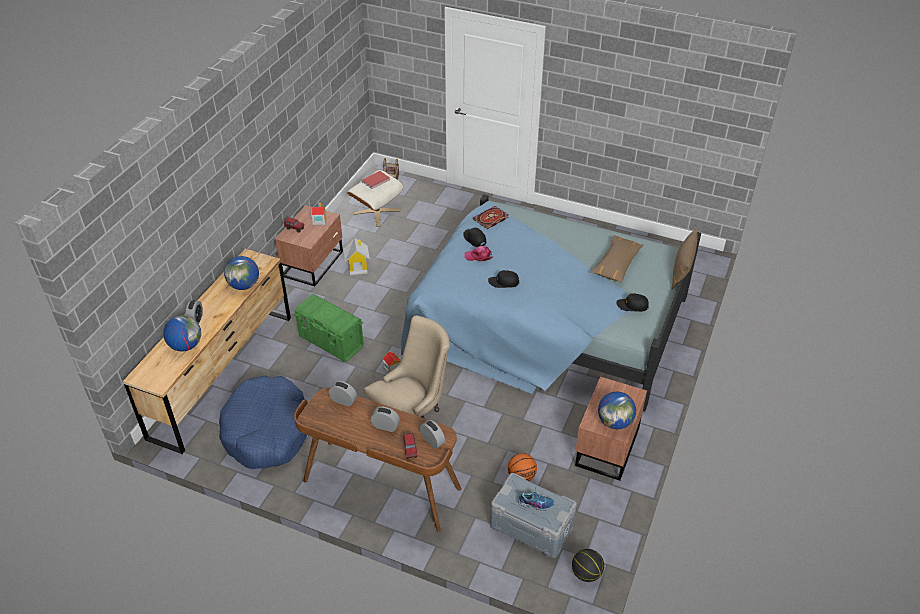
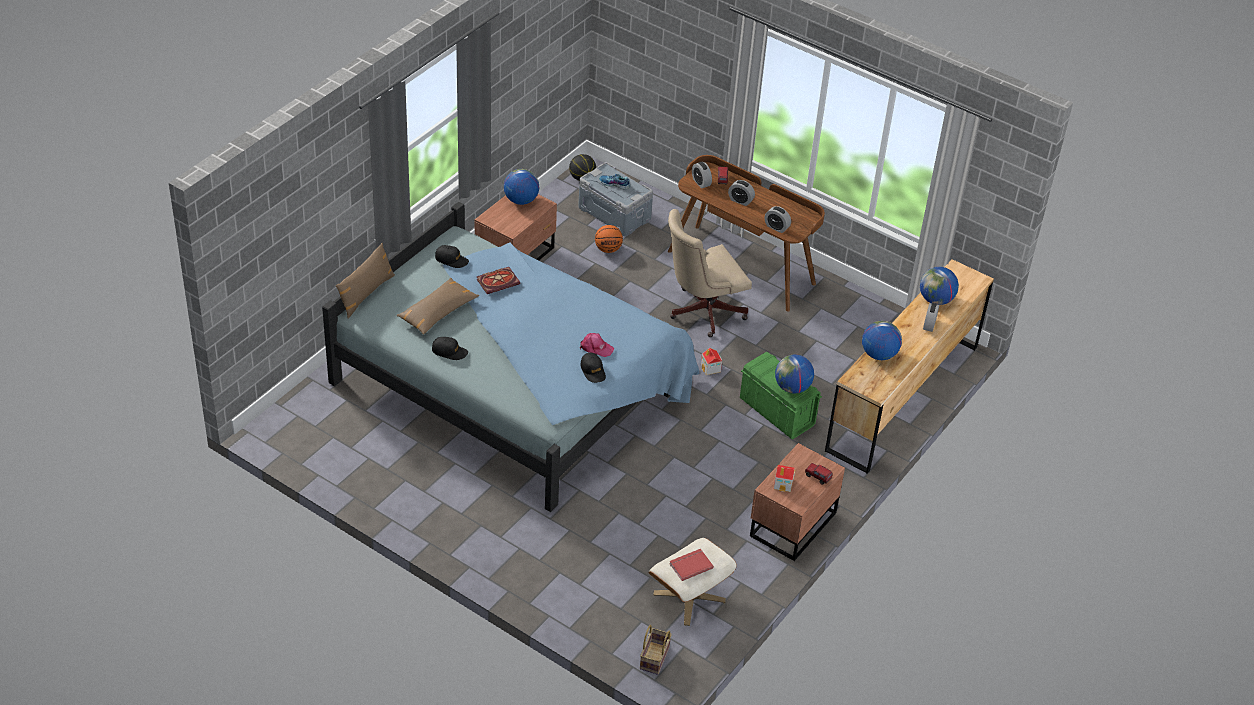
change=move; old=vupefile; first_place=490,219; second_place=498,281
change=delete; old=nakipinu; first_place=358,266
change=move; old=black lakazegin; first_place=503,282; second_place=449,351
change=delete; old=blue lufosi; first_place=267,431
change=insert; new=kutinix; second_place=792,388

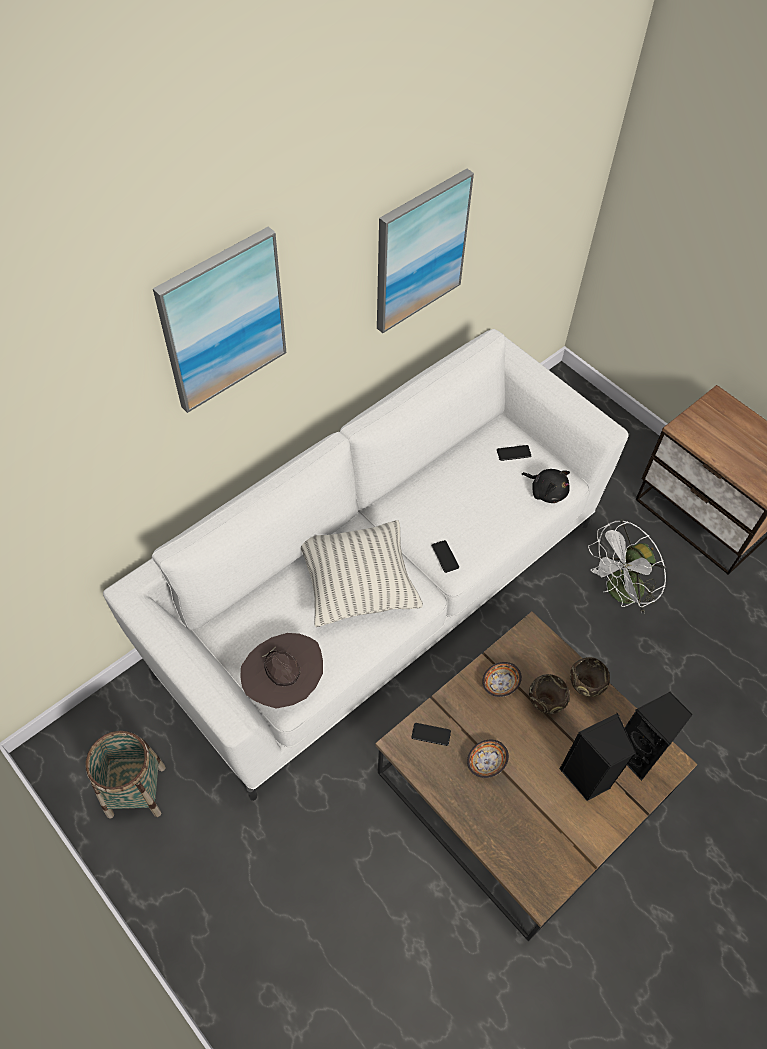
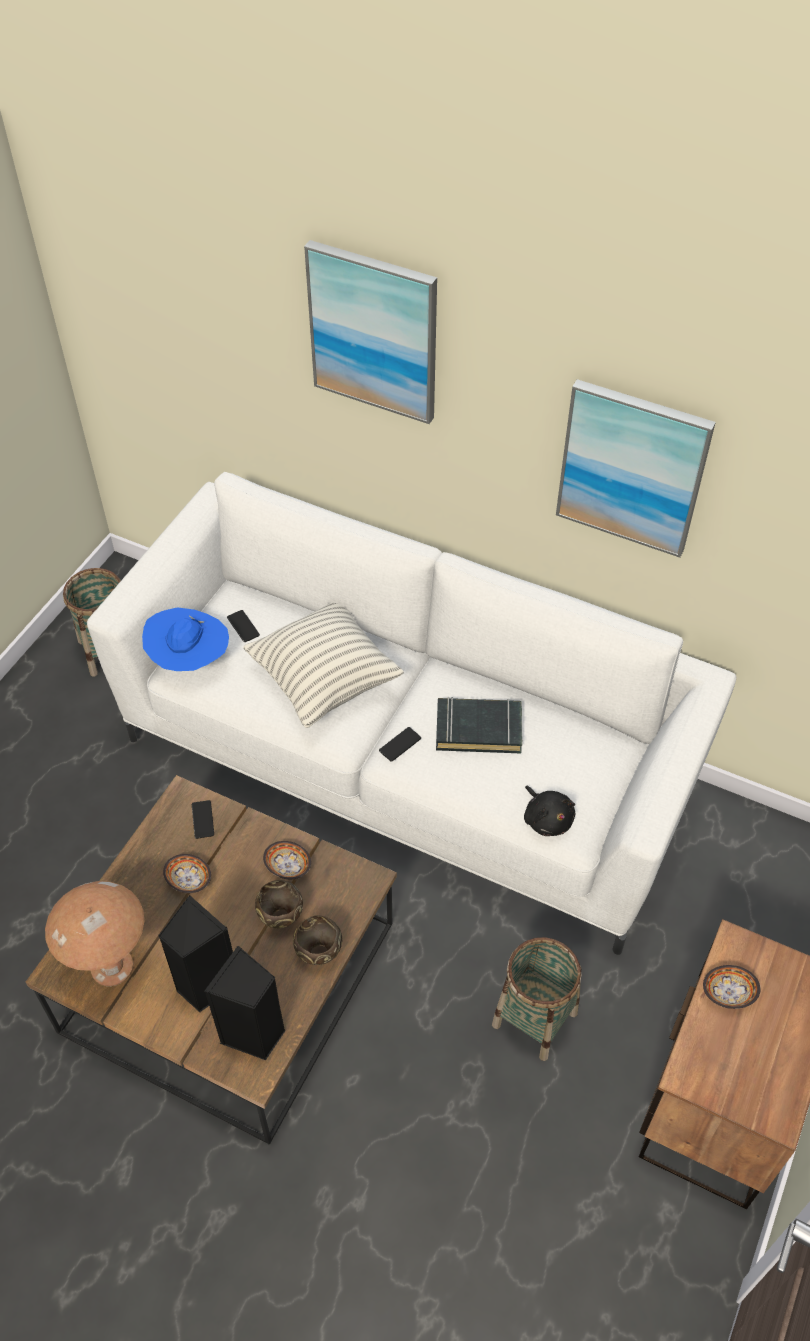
change=move; old=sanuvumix; first_place=513,453; second_place=243,626
change=rotate; old=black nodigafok; first_place=546,491; second_place=547,819; degrees=-45
change=replace; old=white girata; new=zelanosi; first_place=619,593; second_place=534,1019
change=recolor; old=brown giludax; new=blue giludax; first_place=284,683; second_place=190,660
change=insert; new=black vupefile; second_place=478,729
change=insert; new=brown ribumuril; second_place=112,967
change=insert; new=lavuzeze; second_place=729,994

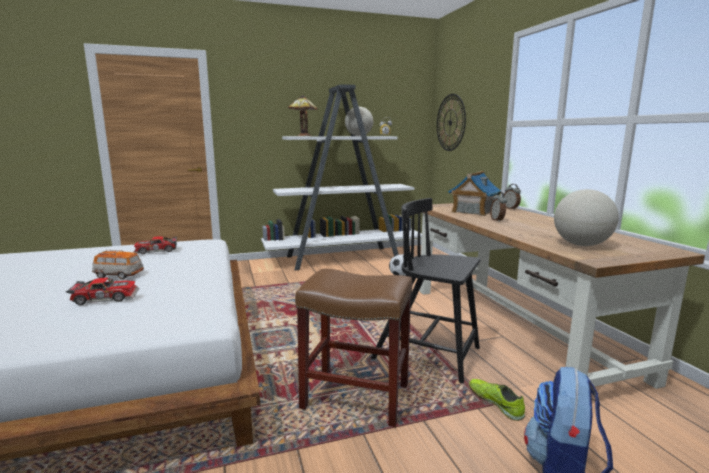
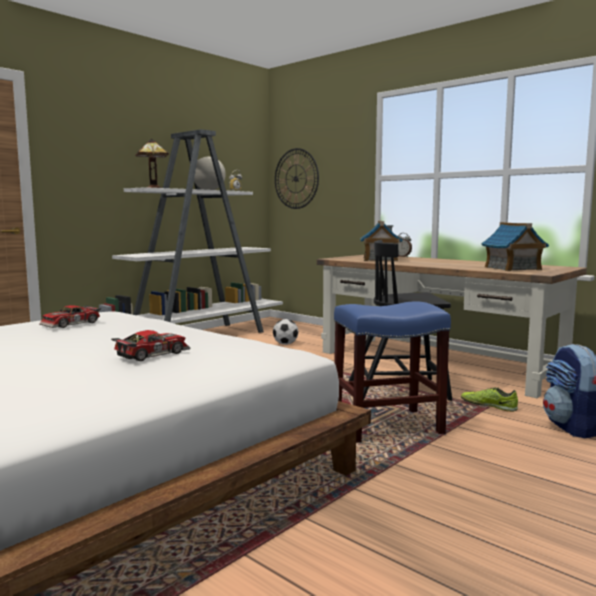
change=replace; old=kutinix; new=nakipinu; first_place=581,245; second_place=512,268
change=delete; old=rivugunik; first_place=497,220
change=delete; old=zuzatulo; first_place=119,275
change=recolor; old=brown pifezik; new=blue pifezik; first_place=354,397; second_place=386,426

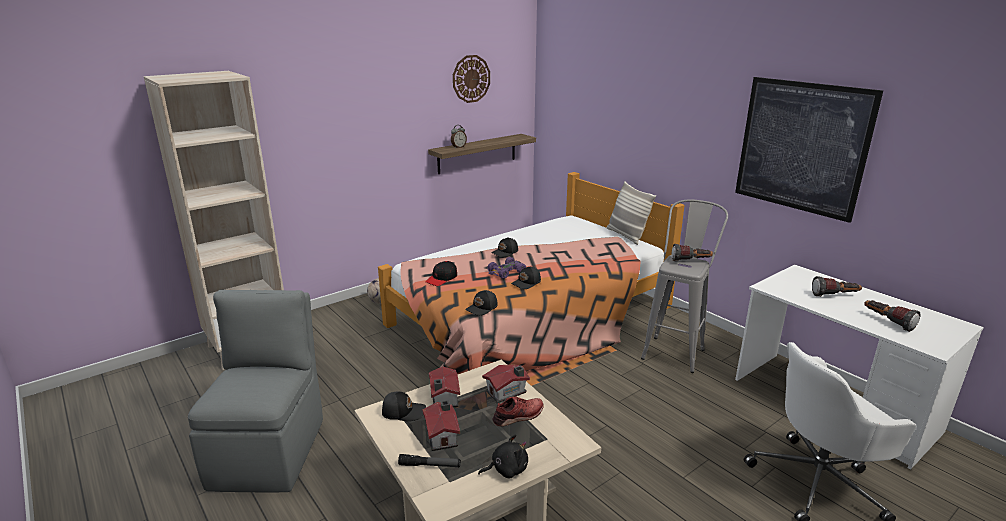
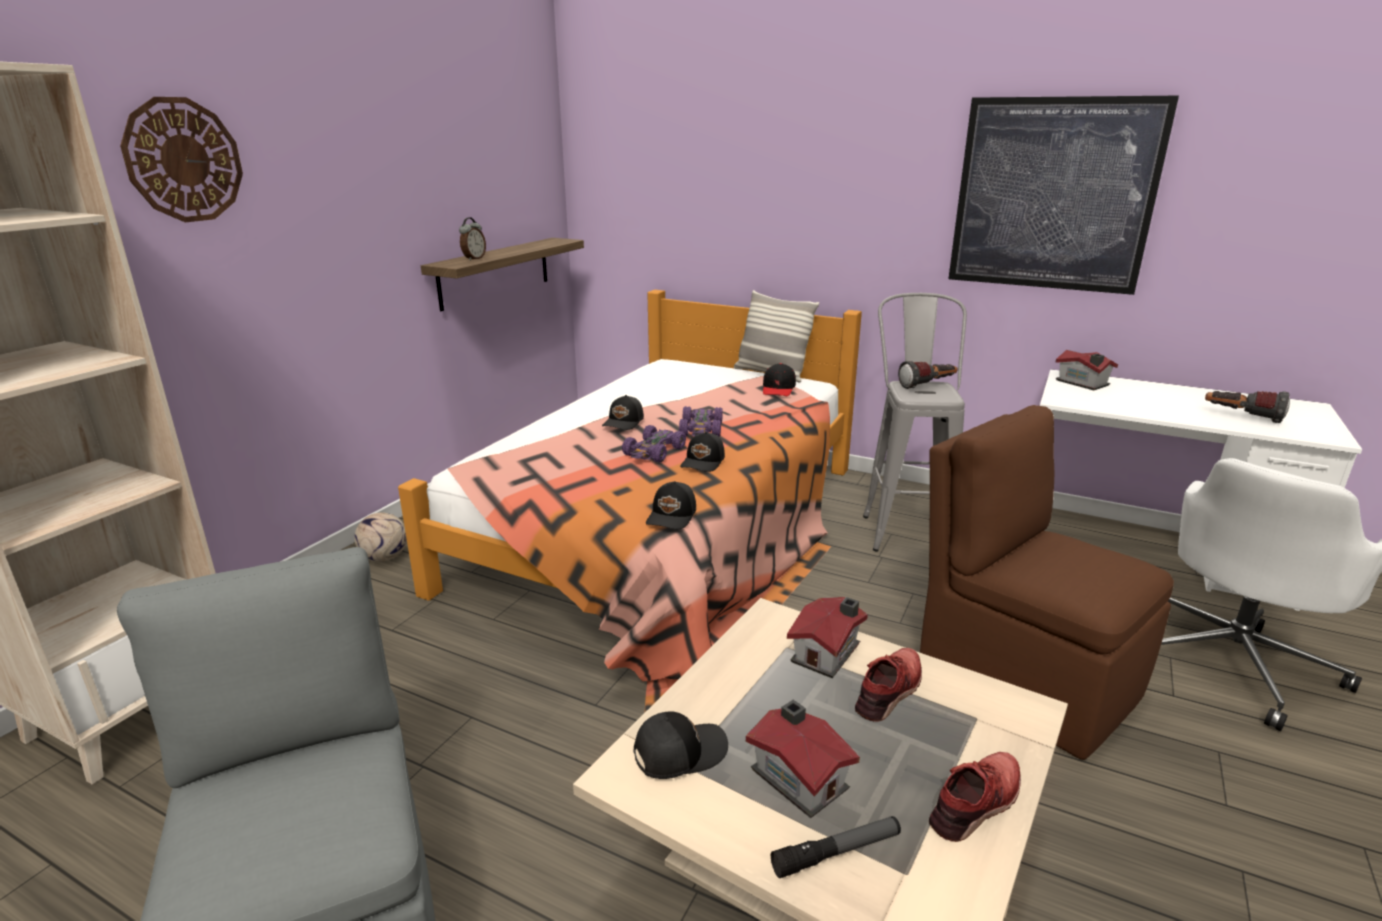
change=move; old=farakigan; first_place=471,79; second_place=183,160
change=move; old=black lakazegin; first_place=442,278; second_place=778,388
change=delete; old=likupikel; first_place=835,296
change=move; old=nakipinu; first_place=443,398; second_place=1082,383
change=replace; old=black nodigafok; new=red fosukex; first_place=507,469; second_place=976,804
change=insert; new=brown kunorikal; second_place=1022,678
change=insert; new=purple zuzatulo; second_place=701,430

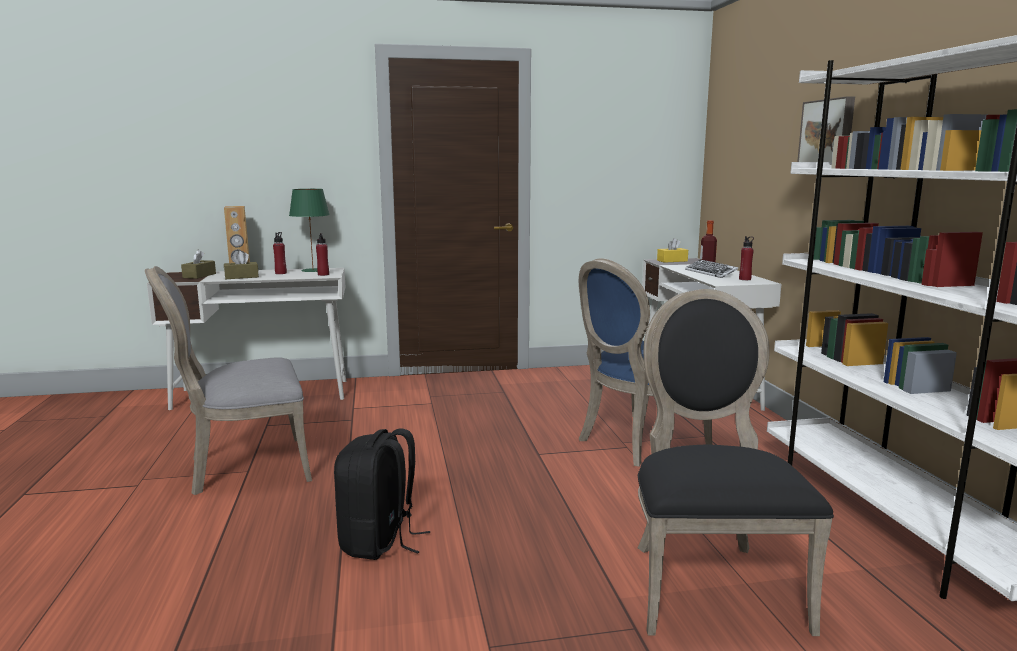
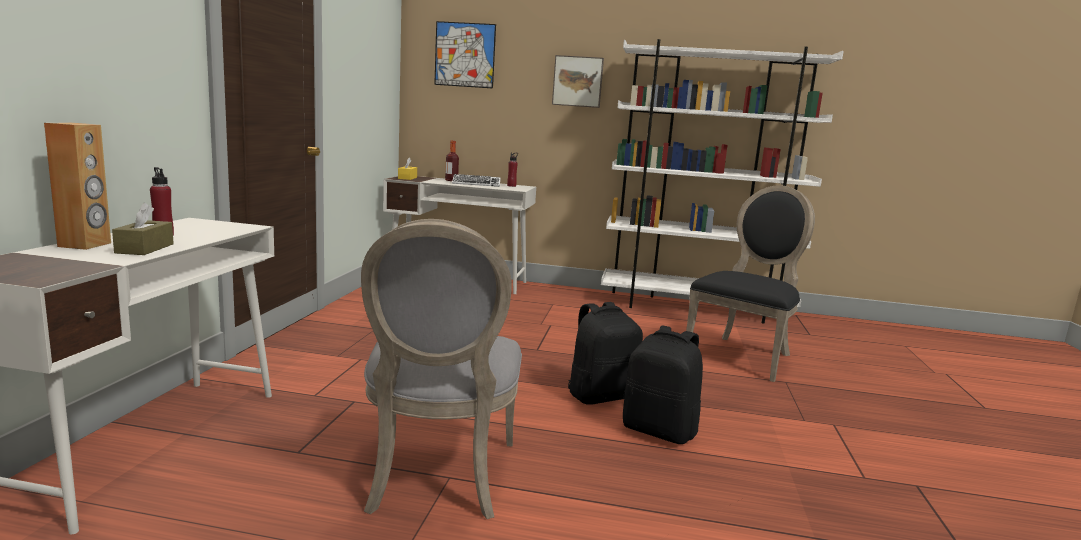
change=delete; old=green ribumuril; first_place=313,270
change=delete; old=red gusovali; first_place=323,274
change=delete; old=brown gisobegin; first_place=199,275
change=delete; old=blue kunorikal; first_place=636,442
change=rotate; old=black kunorikal; first_place=709,582; second_place=742,355; degrees=105
change=insert; new=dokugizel; second_place=465,55
change=insert; new=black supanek; second_place=601,396

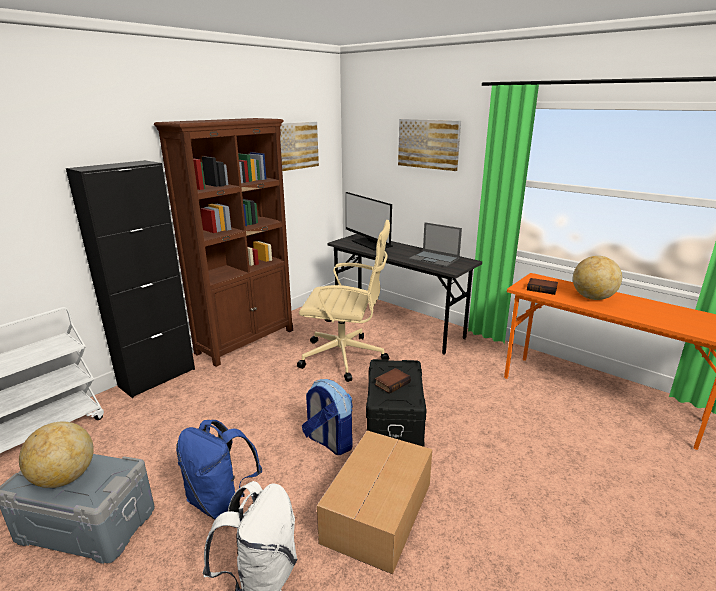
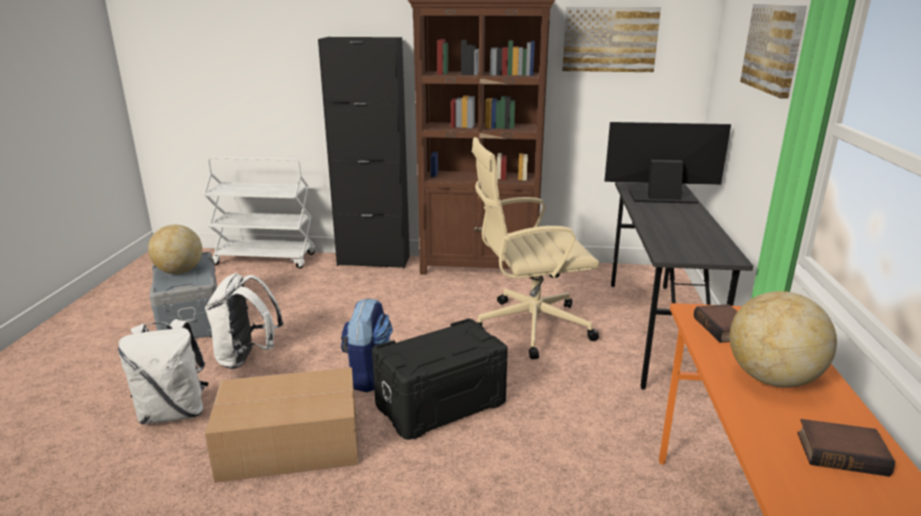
change=rotate; old=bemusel; first_place=371,244; second_place=662,196; degrees=75
change=rotate; old=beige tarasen; first_place=345,357; second_place=529,327; degrees=105
change=delete; old=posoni; first_place=435,259
change=move; old=vupefile; first_place=392,383; second_place=842,452
change=recolor; old=blue supanek; new=white supanek; first_place=221,502; second_place=247,358

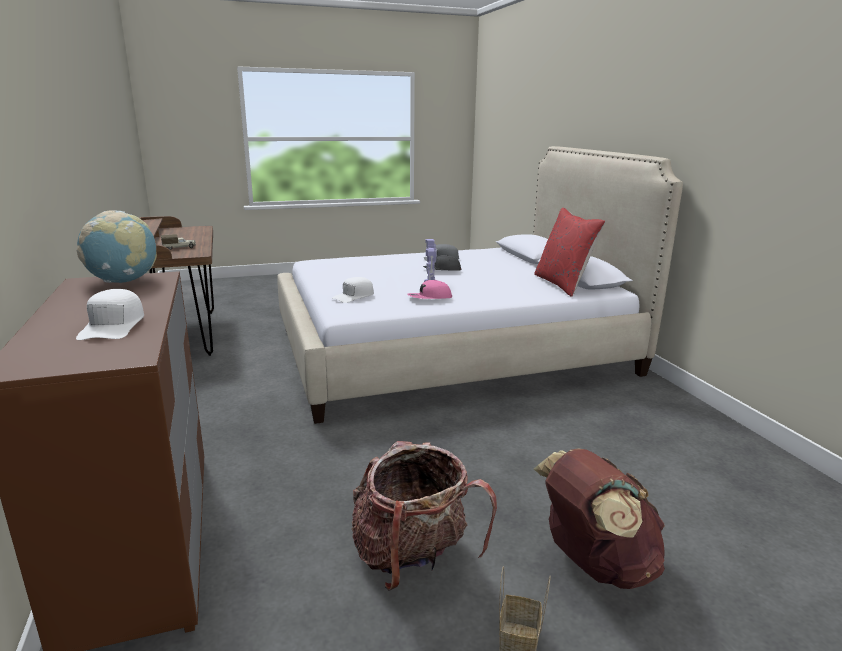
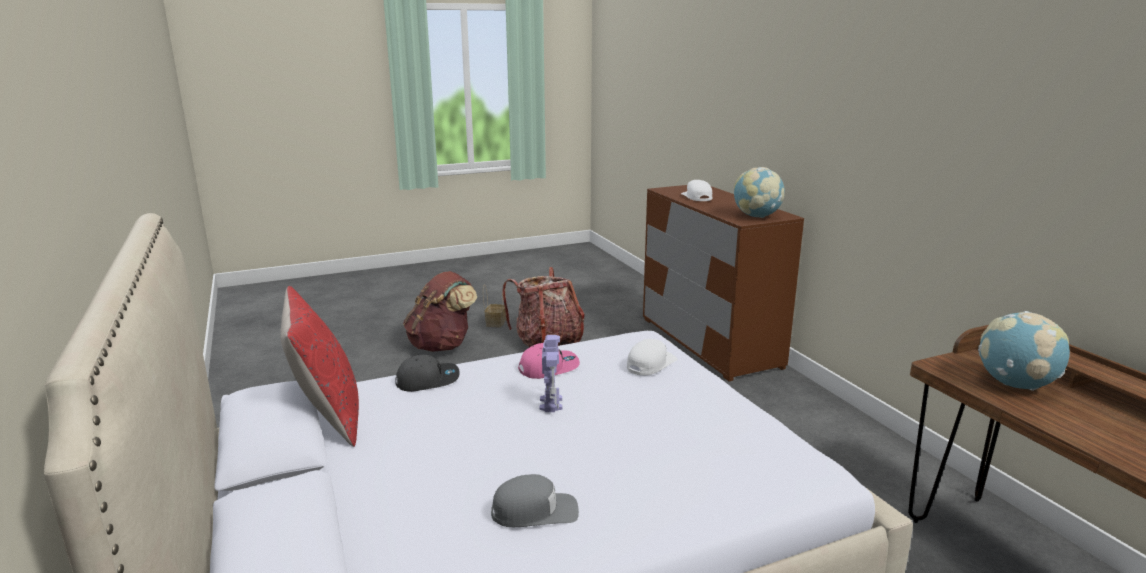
change=replace; old=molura; new=kutinix; first_place=179,248; second_place=1015,385
change=move; old=grey lakazegin; first_place=442,270; second_place=428,380

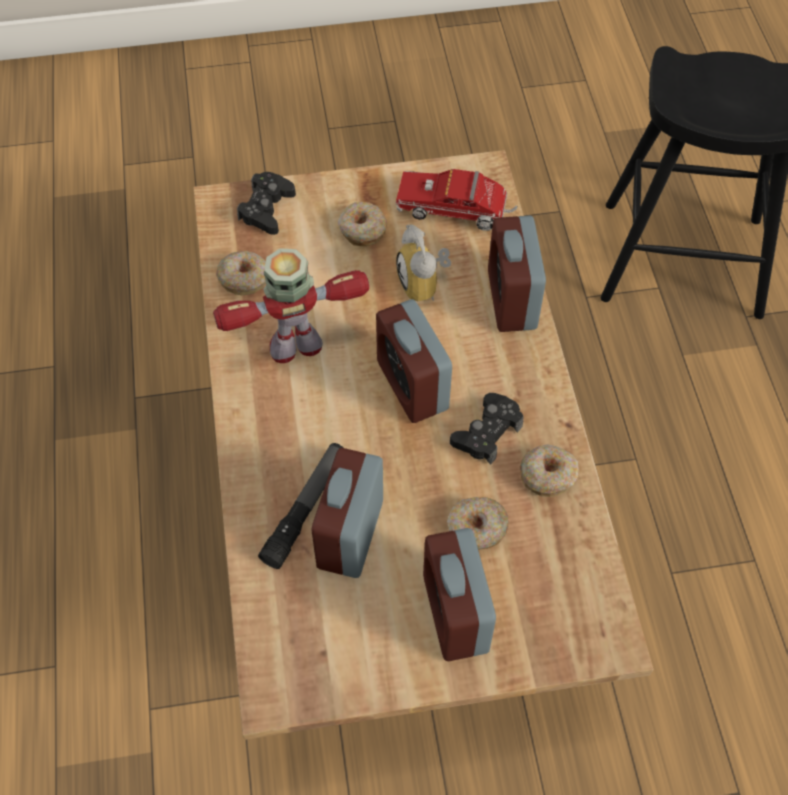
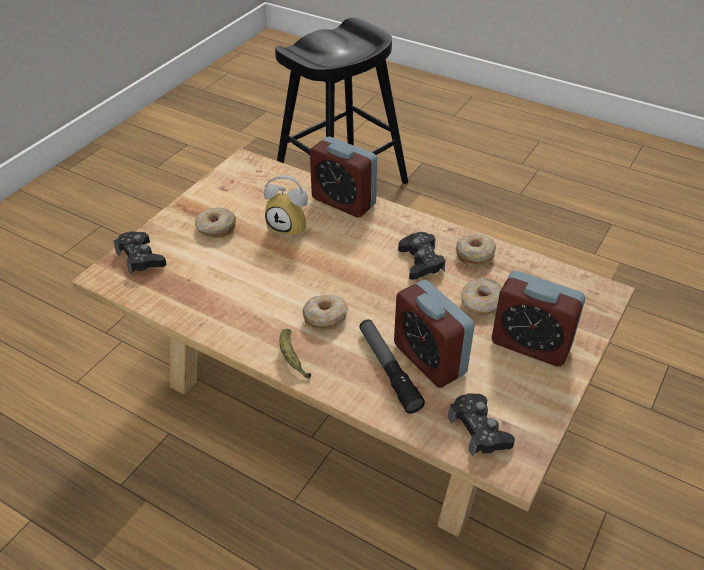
change=delete; old=molura; first_place=457,210
change=delete; old=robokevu; first_place=297,346
change=move; old=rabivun; first_place=245,278; second_place=325,317
change=delete; old=rivugunik; first_place=412,385
change=insert; new=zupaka; second_place=292,358
change=insert; new=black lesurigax; second_place=479,430

